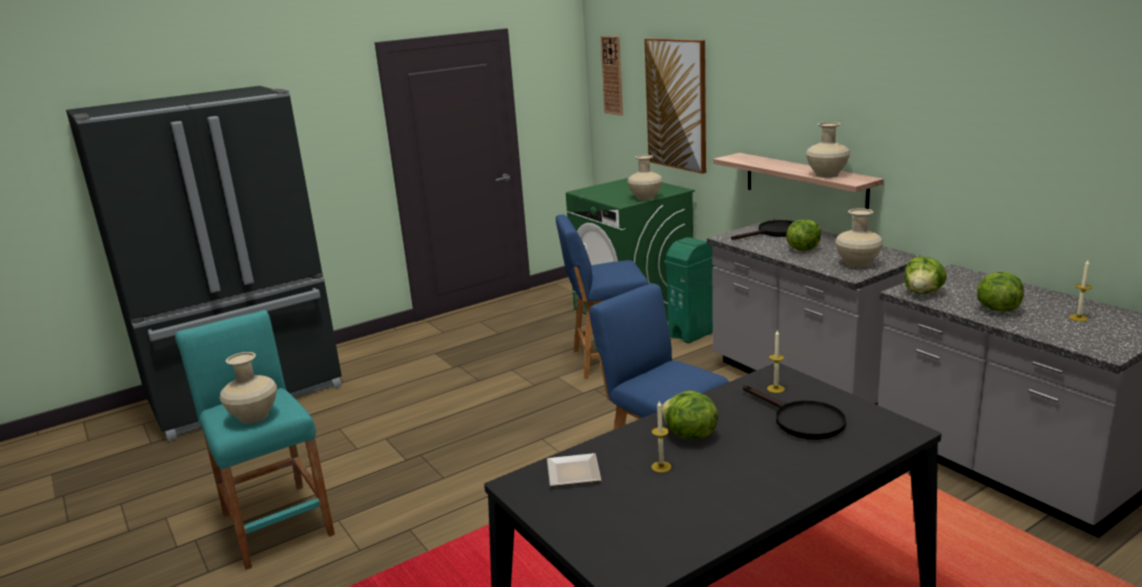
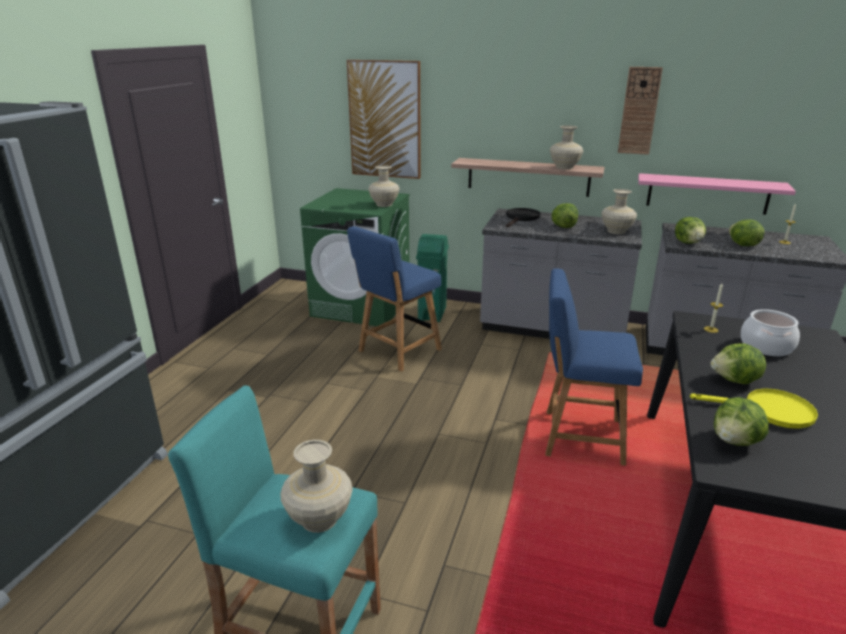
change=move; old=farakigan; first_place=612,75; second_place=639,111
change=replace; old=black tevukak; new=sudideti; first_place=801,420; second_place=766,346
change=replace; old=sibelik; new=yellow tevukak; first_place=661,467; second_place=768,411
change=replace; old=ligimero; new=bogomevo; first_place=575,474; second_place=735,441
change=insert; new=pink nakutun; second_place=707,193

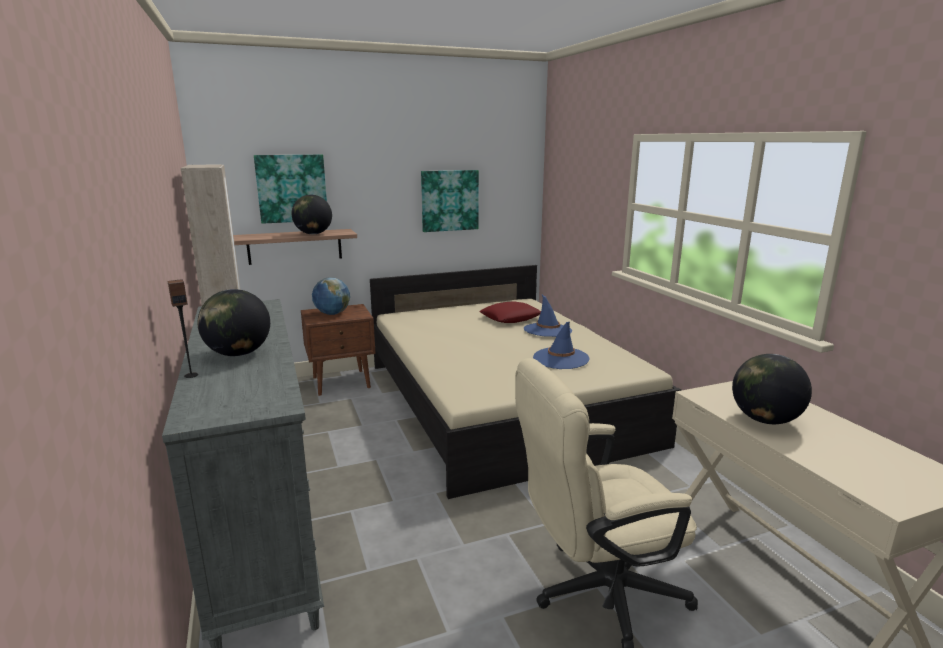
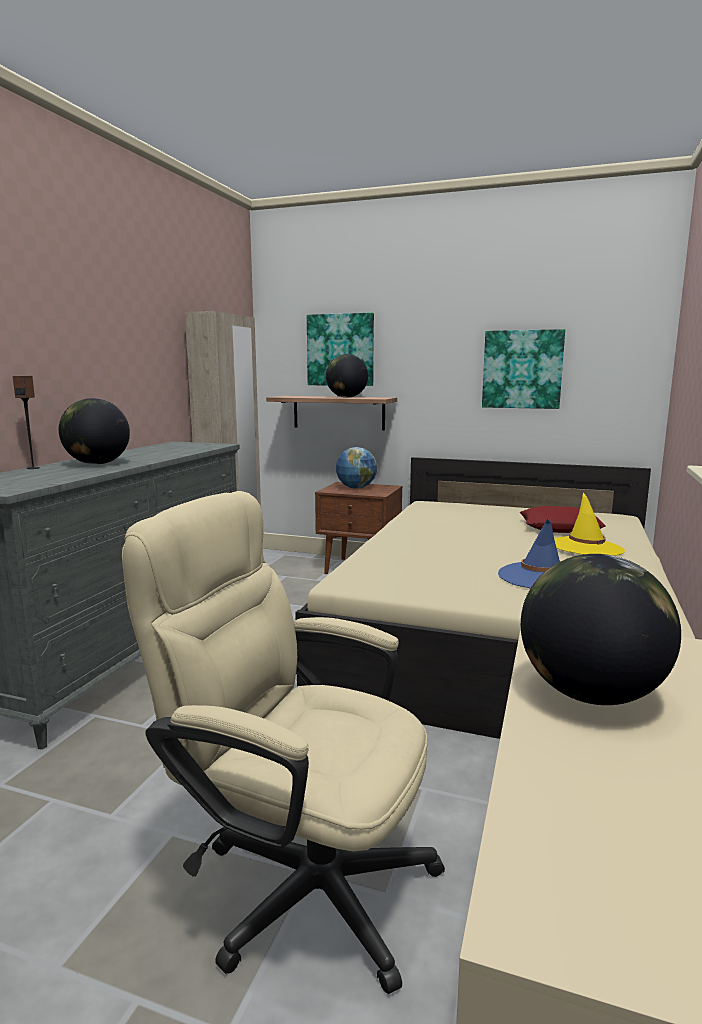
change=recolor; old=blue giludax; new=yellow giludax; first_place=547,330; second_place=586,547

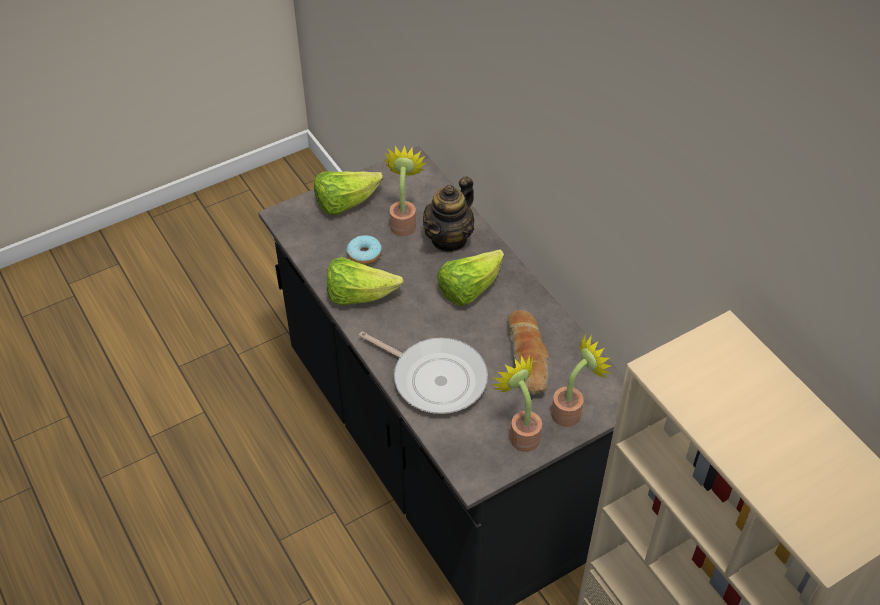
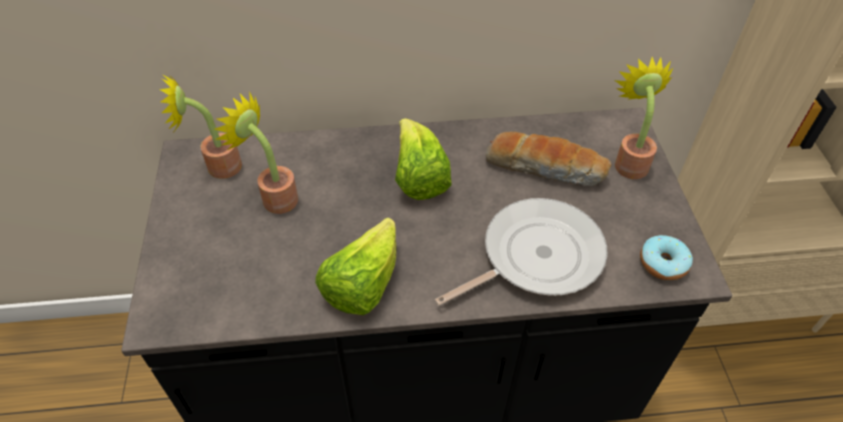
change=delete; old=bogomevo; first_place=345,203
change=delete; old=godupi; first_place=449,239
change=move; old=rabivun; first_place=364,255; second_place=663,263
change=move; old=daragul; first_place=521,434; second_place=217,167

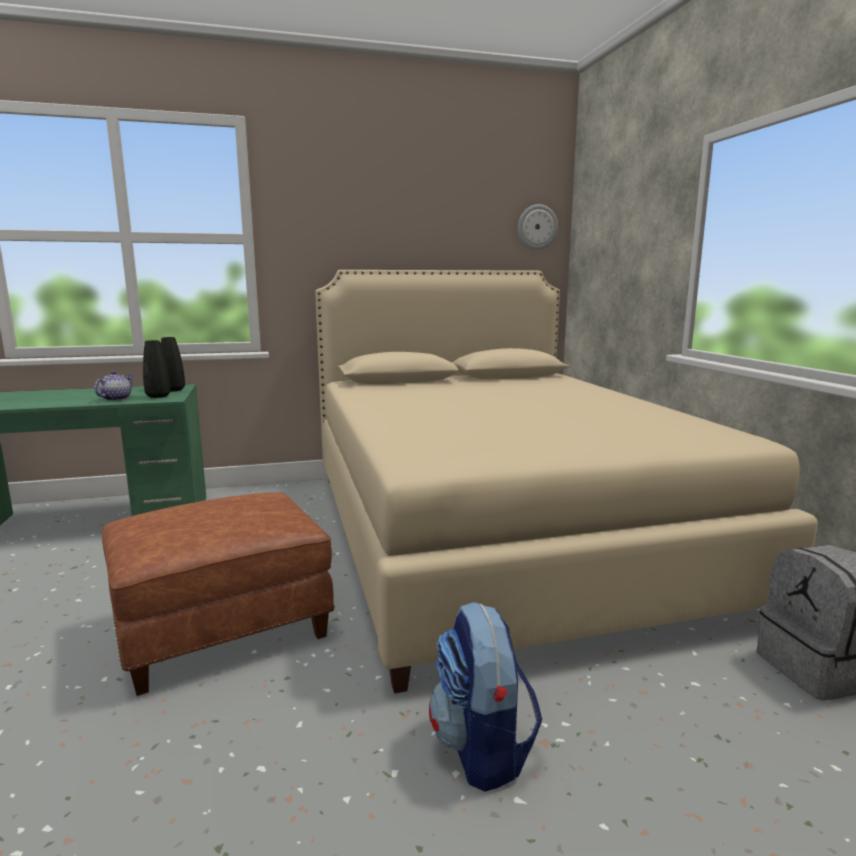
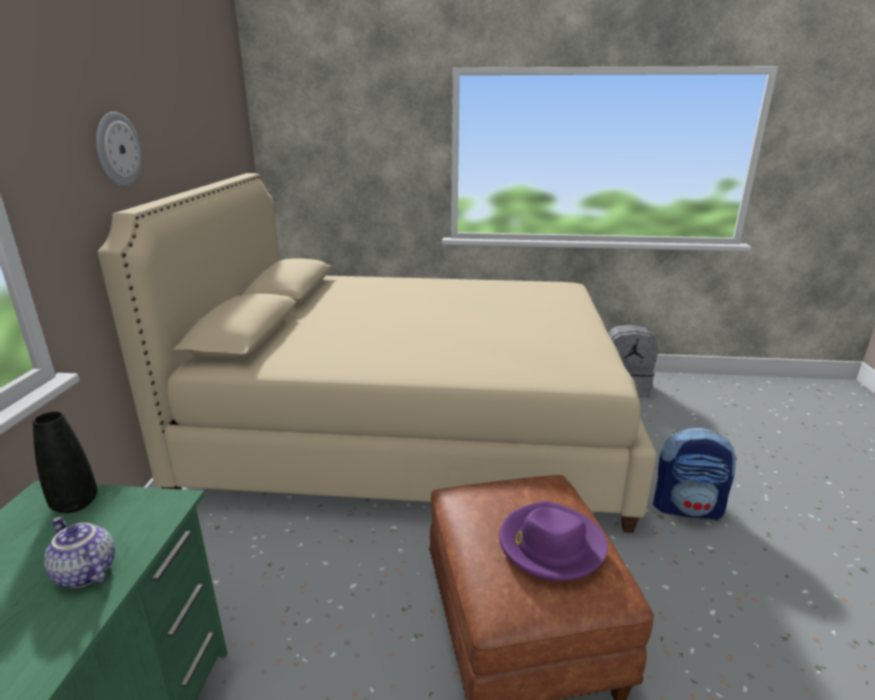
change=move; old=farakigan; first_place=537,227; second_place=117,149
change=delete; old=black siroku; first_place=158,396
change=insert; new=purple giludax; second_place=550,545

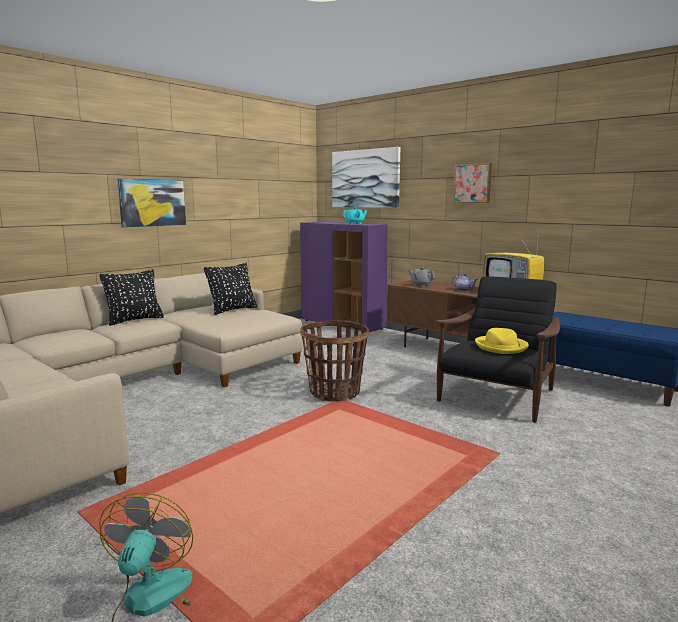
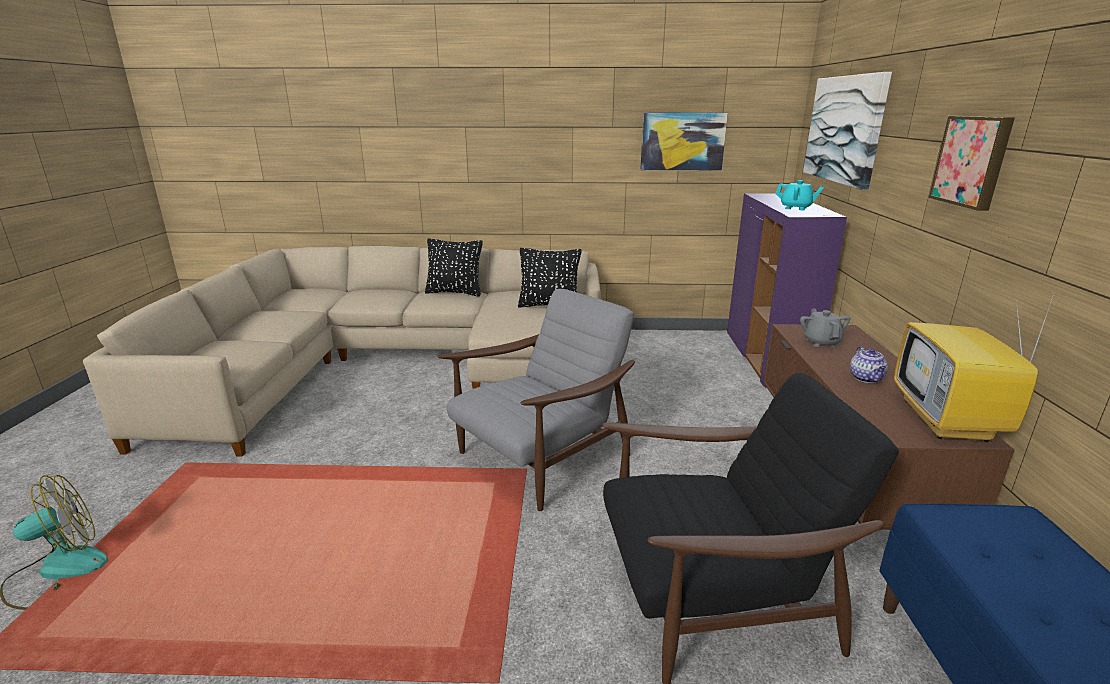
change=move; old=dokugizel; first_place=152,203; second_place=682,141
change=replace; old=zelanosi; new=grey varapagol; first_place=335,392; second_place=541,457
change=delete; old=yellow giludax; first_place=501,347

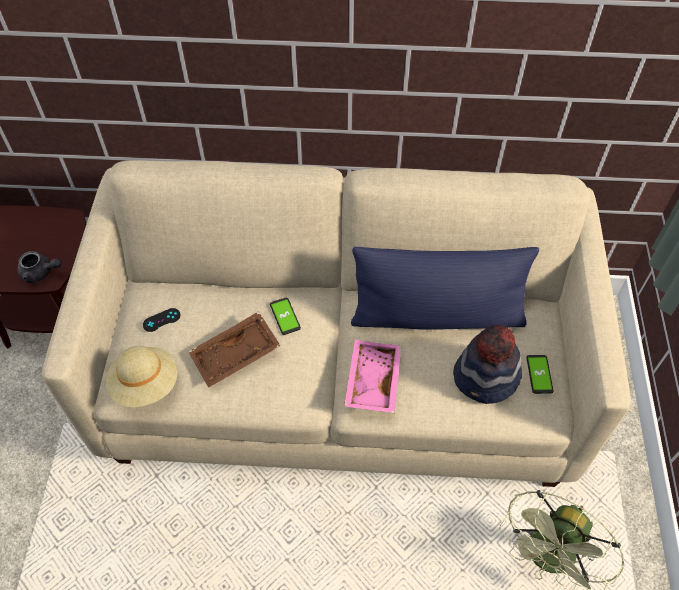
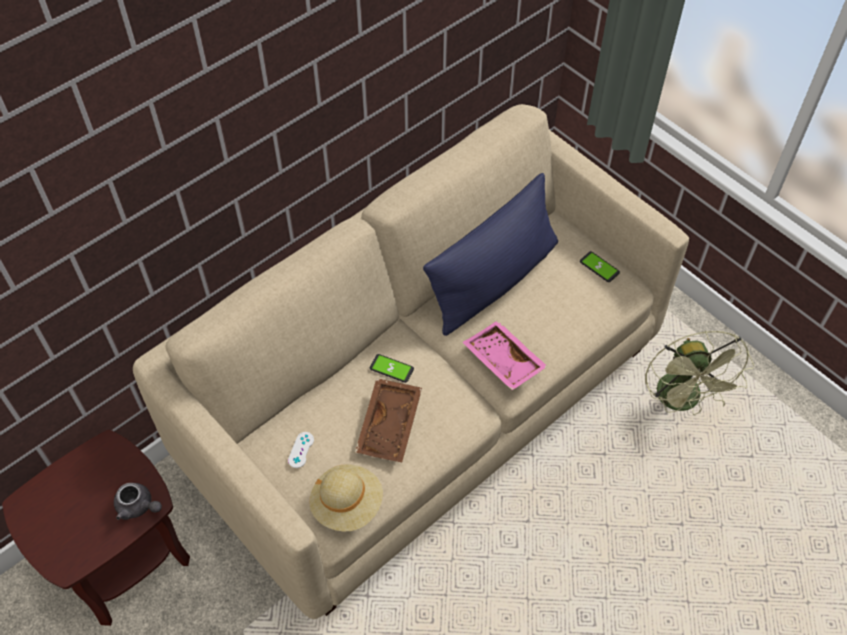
change=rotate; old=grey godupi; first_place=40,273; second_place=138,507; degrees=60
change=recolor; old=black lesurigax; new=white lesurigax; first_place=161,320; second_place=301,450
change=delete; old=giludax; first_place=486,378

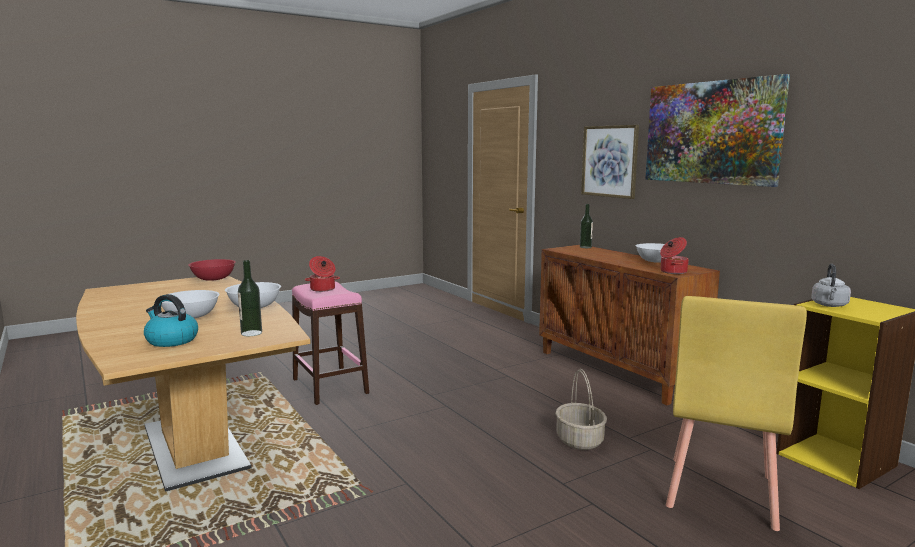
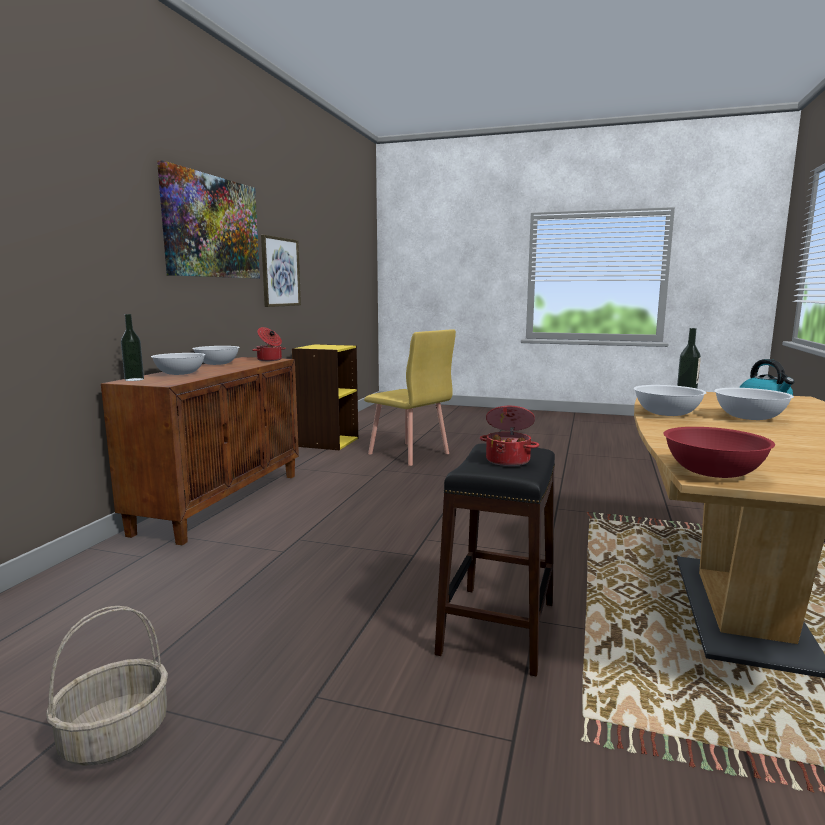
change=move; old=dokugizel; first_place=610,161; second_place=280,272
change=delete; old=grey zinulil; first_place=829,305
change=recolor; old=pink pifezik; new=black pifezik; first_place=330,386; second_place=497,627
change=rotate; old=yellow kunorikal; first_place=720,492; second_place=409,454; degrees=60
change=move; old=zelanosi; first_place=580,440; second_place=116,735
change=insert; new=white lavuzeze; second_place=180,374

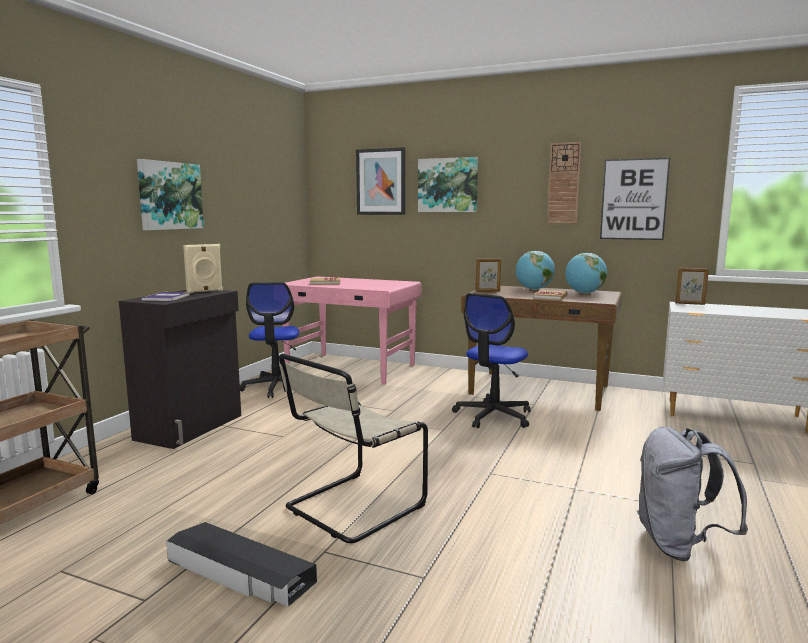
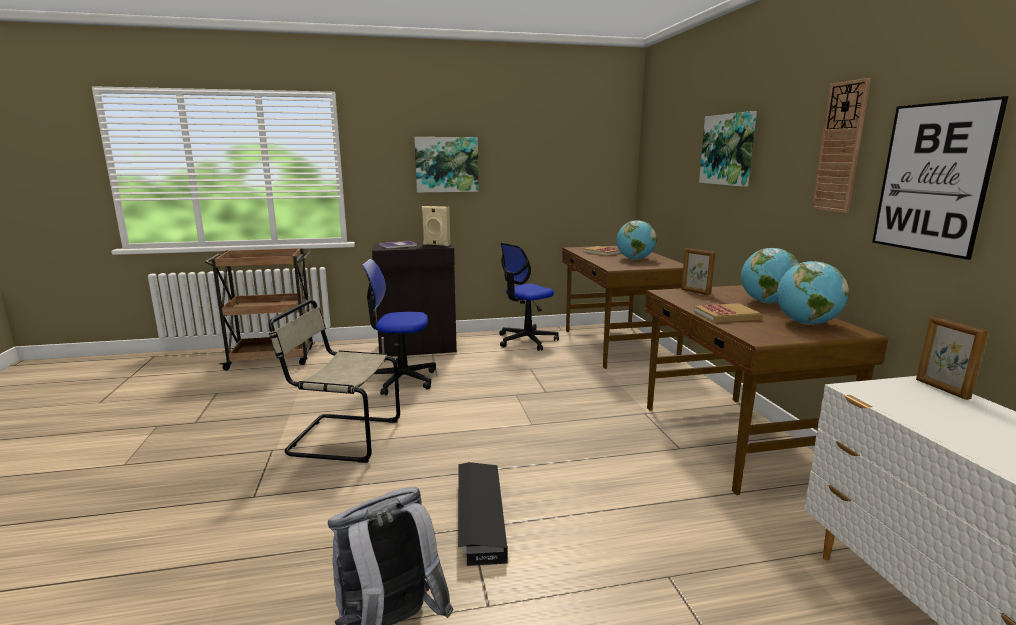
change=delete; old=dokugizel; first_place=381,182
change=recolor; old=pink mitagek; new=brown mitagek; first_place=351,368; second_place=617,345
change=move; old=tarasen; first_place=493,416; second_place=401,380
change=move; old=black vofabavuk; first_place=240,572; second_place=479,518
change=insert; new=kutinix; second_place=634,259

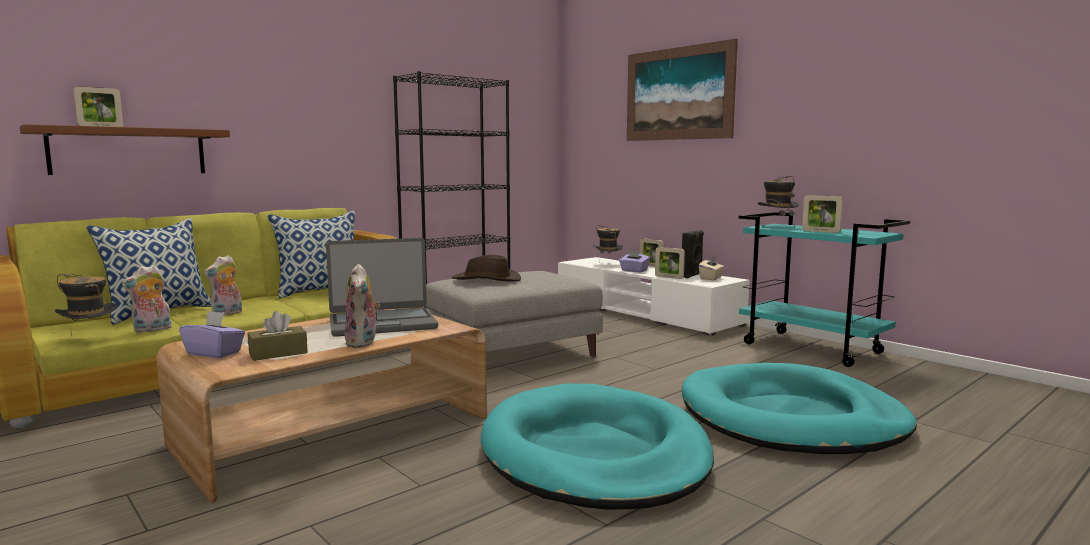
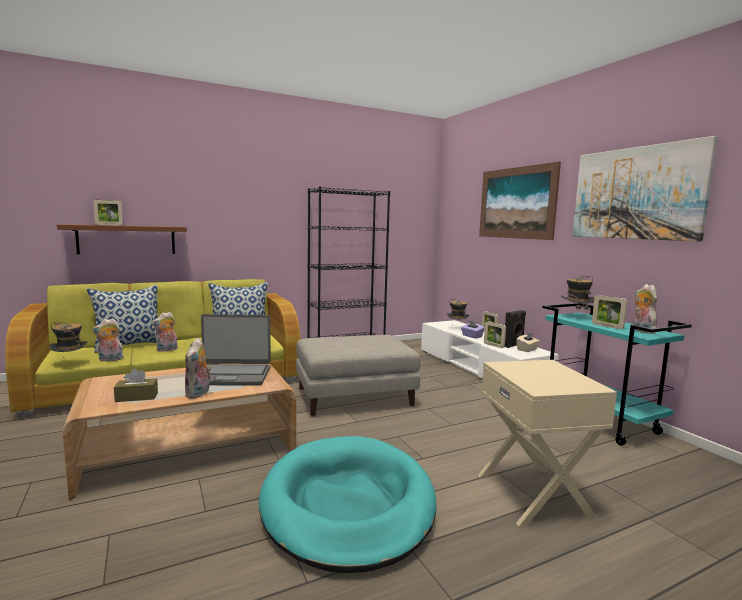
change=delete; old=brown giludax; first_place=487,280
change=delete; old=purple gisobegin; first_place=214,353
change=replace; old=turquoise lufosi; new=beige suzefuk; first_place=791,418; second_place=534,494
change=insert; new=dokugizel; second_place=636,193
change=insert; new=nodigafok; second_place=641,331

